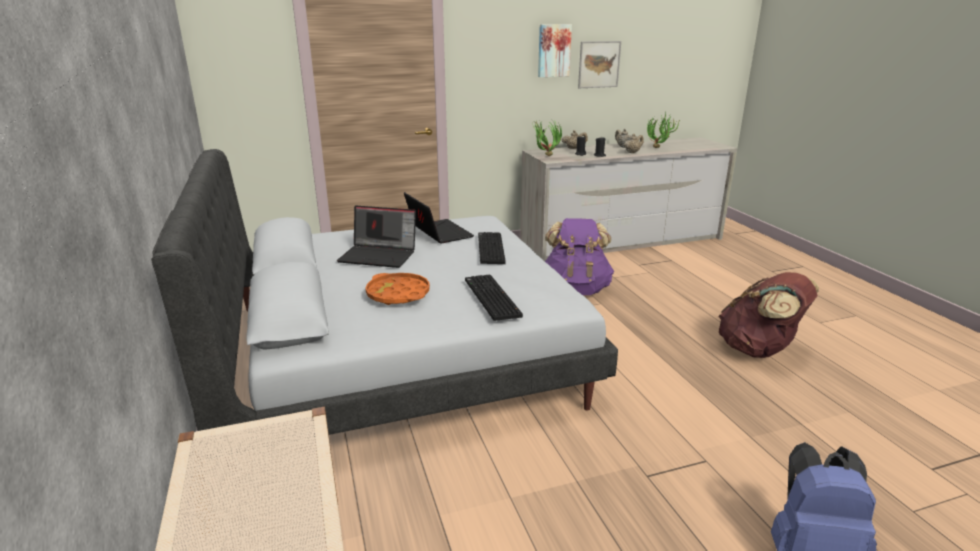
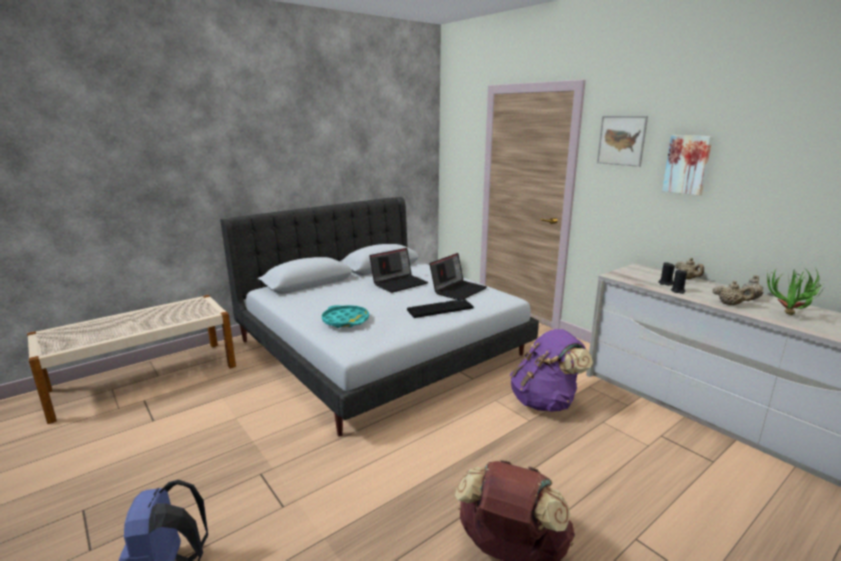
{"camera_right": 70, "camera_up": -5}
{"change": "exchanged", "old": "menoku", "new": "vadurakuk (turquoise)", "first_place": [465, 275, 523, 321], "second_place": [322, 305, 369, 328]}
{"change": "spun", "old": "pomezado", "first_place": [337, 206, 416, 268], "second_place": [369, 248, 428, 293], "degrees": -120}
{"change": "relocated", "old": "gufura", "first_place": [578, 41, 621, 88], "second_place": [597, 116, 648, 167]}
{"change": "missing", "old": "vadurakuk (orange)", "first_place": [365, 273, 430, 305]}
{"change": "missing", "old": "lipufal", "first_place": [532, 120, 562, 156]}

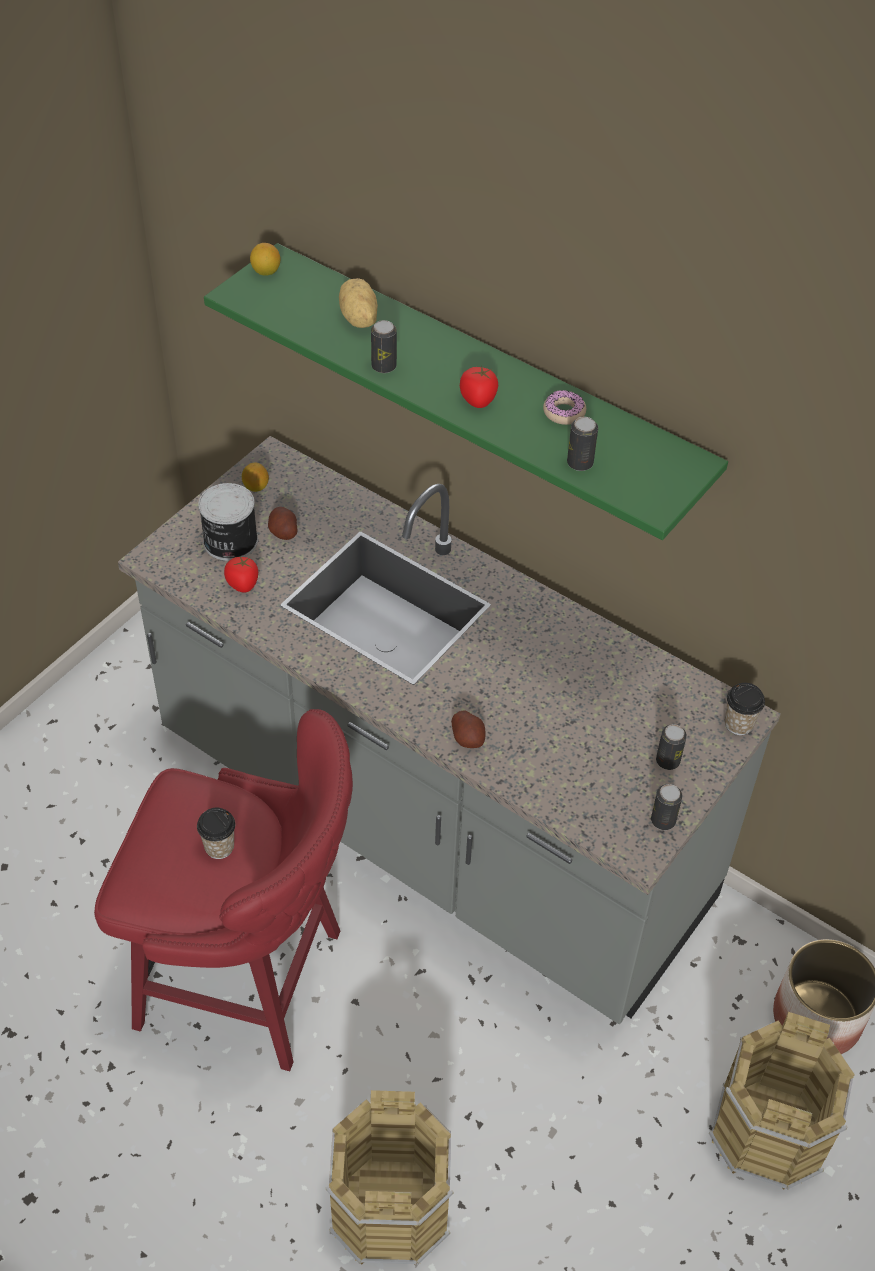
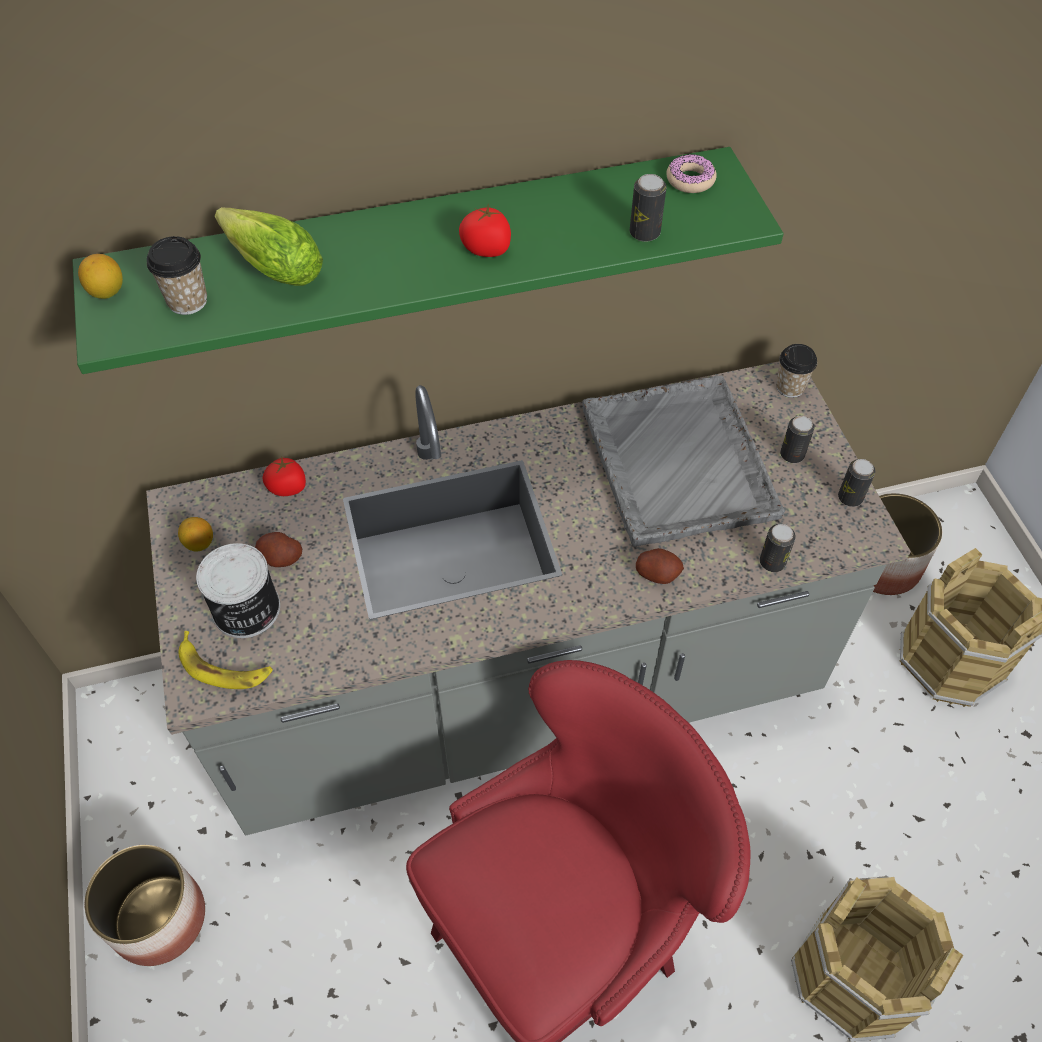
{"camera_right": -50, "camera_up": 5}
{"change": "appeared", "new": "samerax", "second_place": [84, 845, 205, 966]}
{"change": "relocated", "old": "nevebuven", "first_place": [197, 808, 235, 859], "second_place": [147, 236, 207, 315]}
{"change": "appeared", "new": "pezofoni", "second_place": [178, 631, 273, 689]}
{"change": "exchanged", "old": "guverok", "new": "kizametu", "first_place": [339, 278, 378, 328], "second_place": [215, 207, 323, 286]}
{"change": "relocated", "old": "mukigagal", "first_place": [224, 556, 258, 593], "second_place": [262, 456, 306, 496]}
{"change": "appeared", "new": "vadurakuk (grey)", "second_place": [583, 375, 785, 547]}
{"change": "relocated", "old": "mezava", "first_place": [543, 390, 586, 425], "second_place": [666, 154, 717, 193]}
{"change": "relocated", "old": "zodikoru", "first_place": [371, 320, 397, 373], "second_place": [760, 524, 796, 572]}

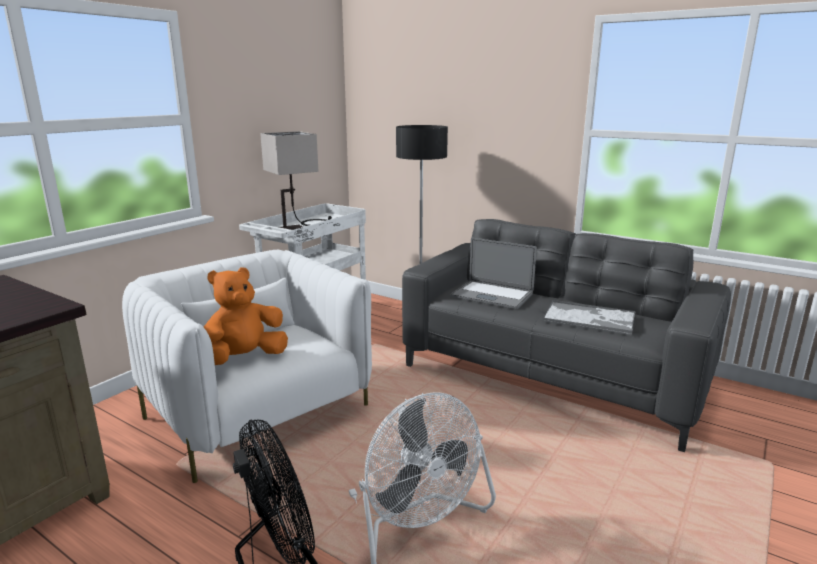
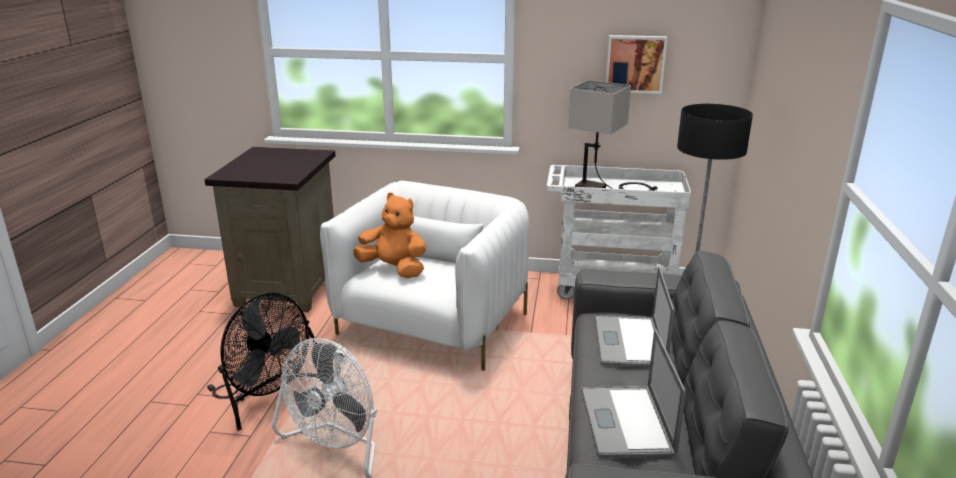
{"camera_right": 65, "camera_up": 5}
{"change": "exchanged", "old": "vadurakuk", "new": "pomezado", "first_place": [543, 300, 636, 336], "second_place": [581, 329, 686, 458]}
{"change": "appeared", "new": "gufura", "second_place": [606, 35, 667, 94]}

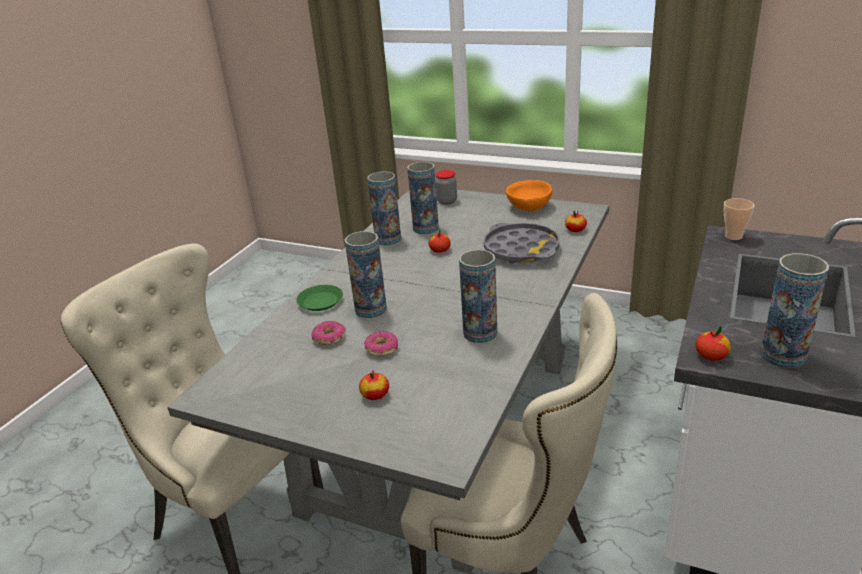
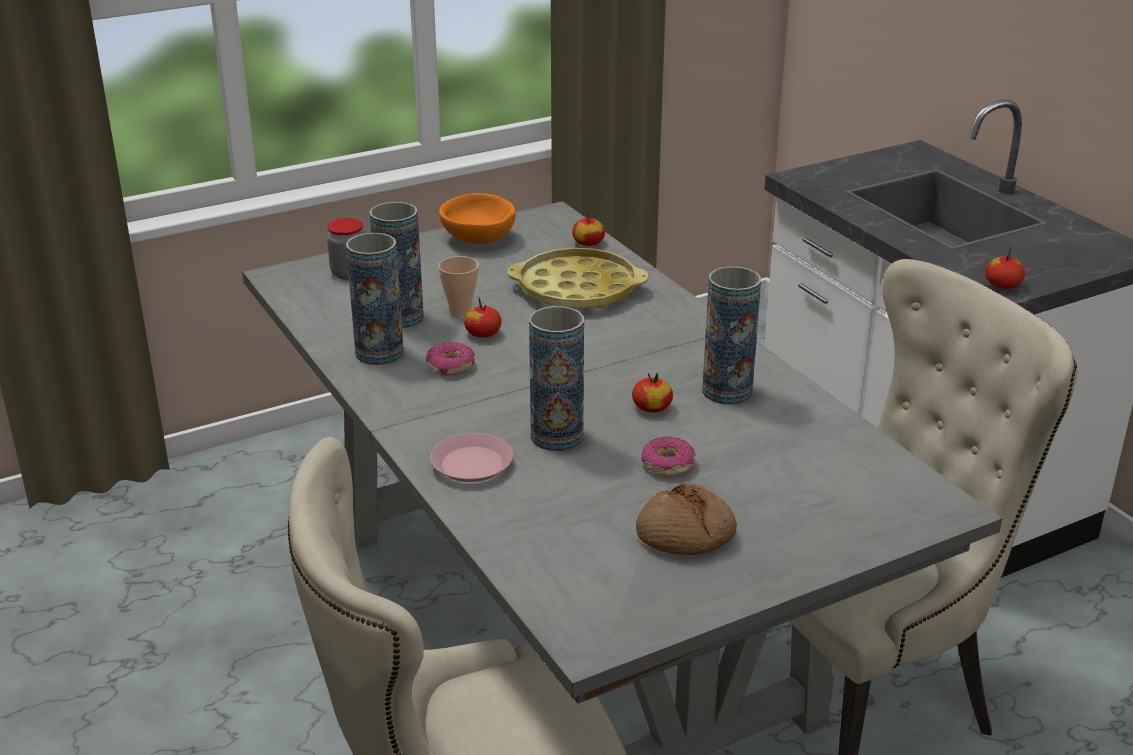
{"camera_right": -55, "camera_up": 0}
{"change": "relocated", "old": "mezava", "first_place": [311, 321, 346, 345], "second_place": [426, 342, 475, 376]}
{"change": "colour", "old": "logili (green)", "new": "logili (pink)", "first_place": [296, 285, 343, 311], "second_place": [430, 433, 513, 482]}
{"change": "relocated", "old": "nevebuven", "first_place": [724, 198, 755, 240], "second_place": [438, 256, 479, 317]}
{"change": "colour", "old": "vadurakuk (grey)", "new": "vadurakuk (yellow)", "first_place": [484, 223, 560, 263], "second_place": [508, 248, 648, 310]}
{"change": "relocated", "old": "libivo", "first_place": [359, 370, 389, 400], "second_place": [632, 373, 673, 413]}
{"change": "appeared", "new": "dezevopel", "second_place": [636, 483, 737, 555]}
{"change": "missing", "old": "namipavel", "first_place": [761, 253, 829, 368]}

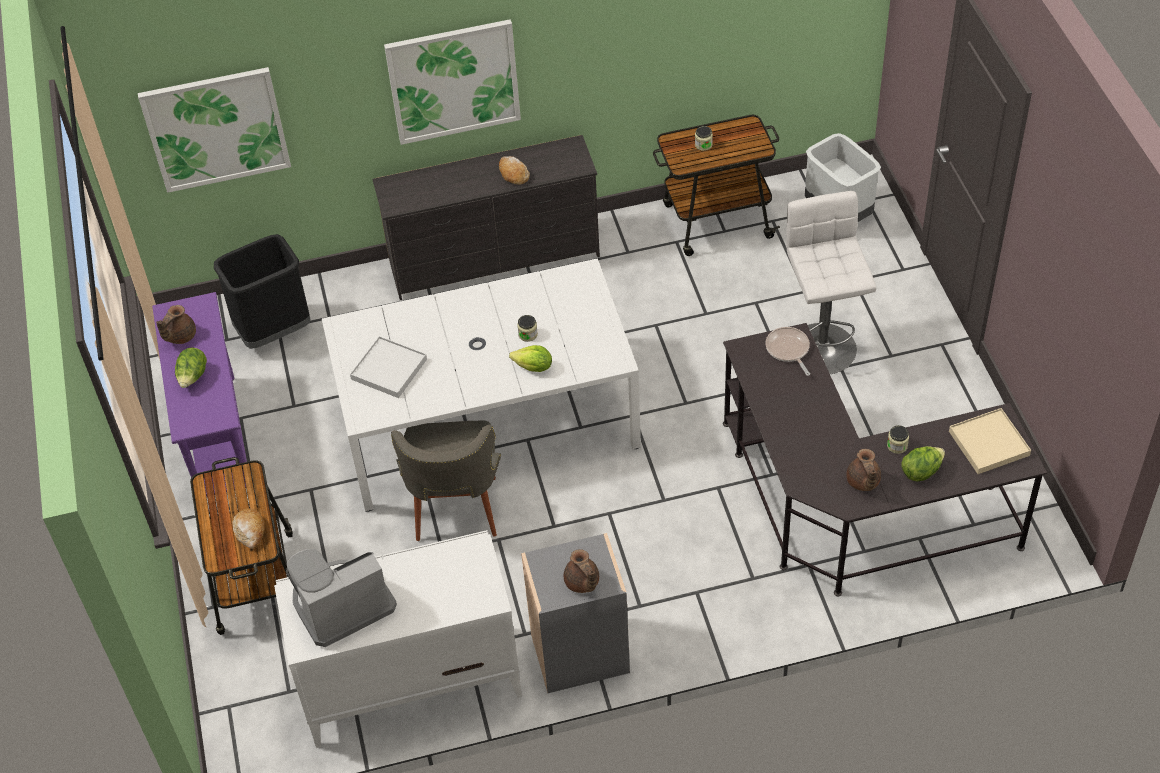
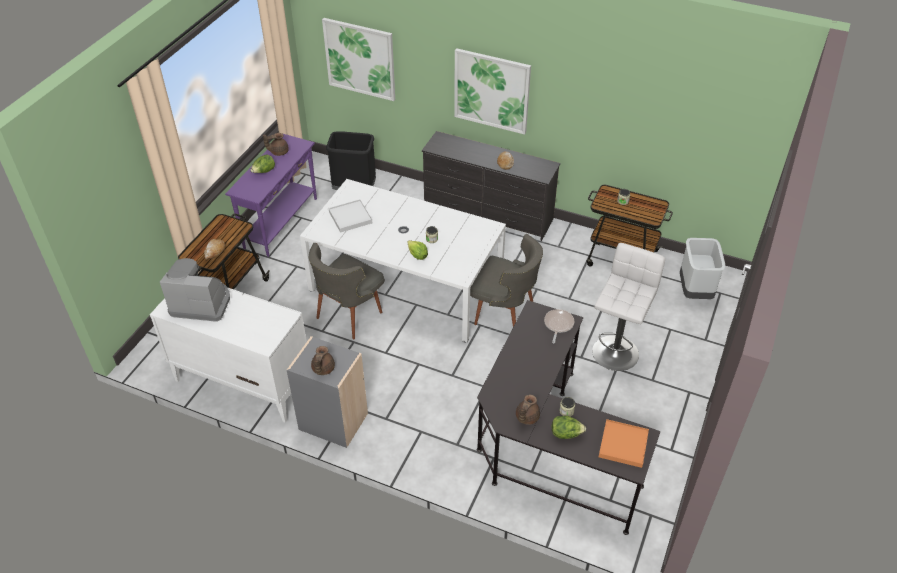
{"camera_right": 35, "camera_up": -5}
{"change": "appeared", "new": "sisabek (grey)", "second_place": [470, 234, 543, 327]}
{"change": "colour", "old": "vadurakuk (beige)", "new": "vadurakuk (orange)", "first_place": [949, 408, 1031, 474], "second_place": [599, 419, 649, 468]}

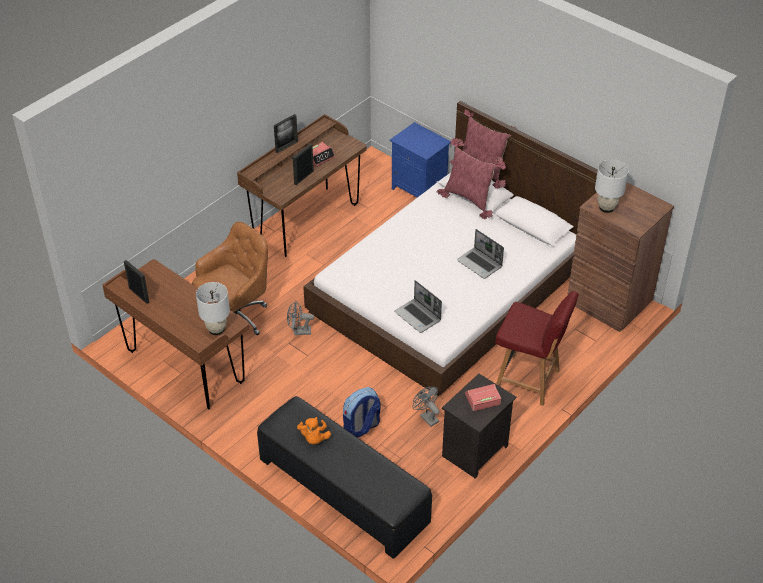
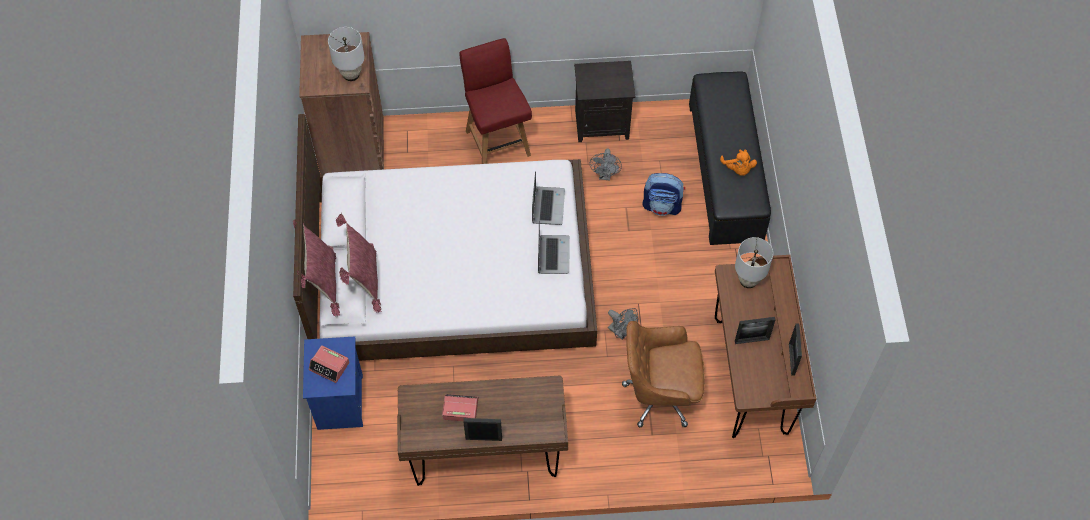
{"camera_right": -135, "camera_up": 15}
{"change": "relocated", "old": "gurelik", "first_place": [465, 384, 501, 411], "second_place": [309, 345, 349, 383]}
{"change": "relocated", "old": "pomezado", "first_place": [457, 229, 504, 279], "second_place": [538, 220, 570, 274]}
{"change": "spun", "old": "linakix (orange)", "first_place": [297, 417, 331, 444], "second_place": [720, 150, 757, 176], "degrees": 120}
{"change": "relocated", "old": "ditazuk", "first_place": [293, 144, 314, 185], "second_place": [735, 317, 775, 344]}

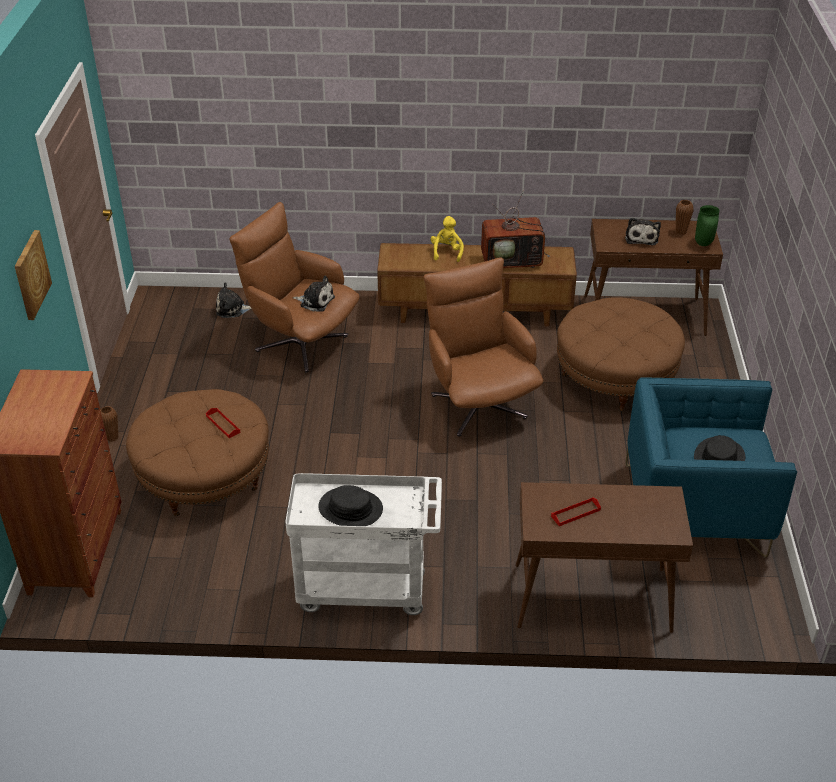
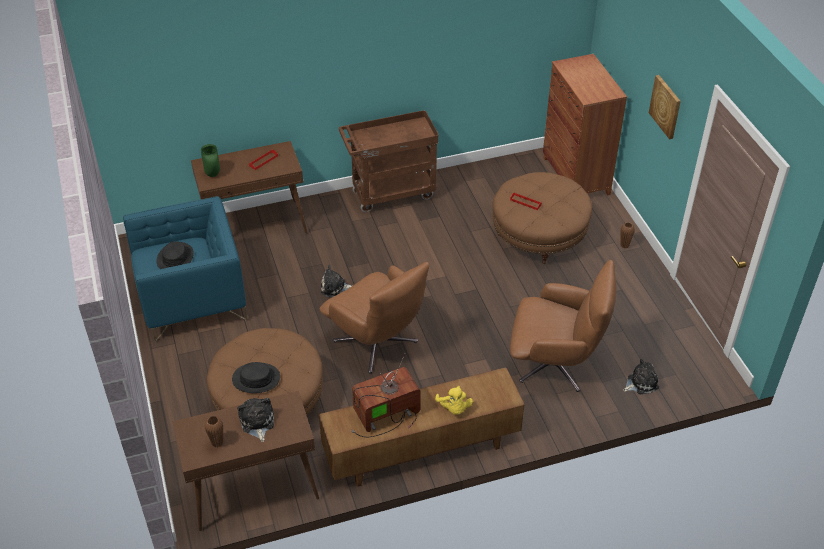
{"camera_right": 160, "camera_up": 5}
{"change": "relocated", "old": "namipavel (green)", "first_place": [695, 205, 720, 246], "second_place": [201, 144, 220, 177]}
{"change": "relocated", "old": "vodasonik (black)", "first_place": [318, 485, 383, 526], "second_place": [232, 362, 280, 393]}
{"change": "relocated", "old": "linakix", "first_place": [293, 276, 335, 312], "second_place": [321, 265, 353, 297]}
{"change": "colour", "old": "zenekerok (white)", "new": "zenekerok (brown)", "first_place": [286, 473, 442, 615], "second_place": [339, 111, 438, 212]}

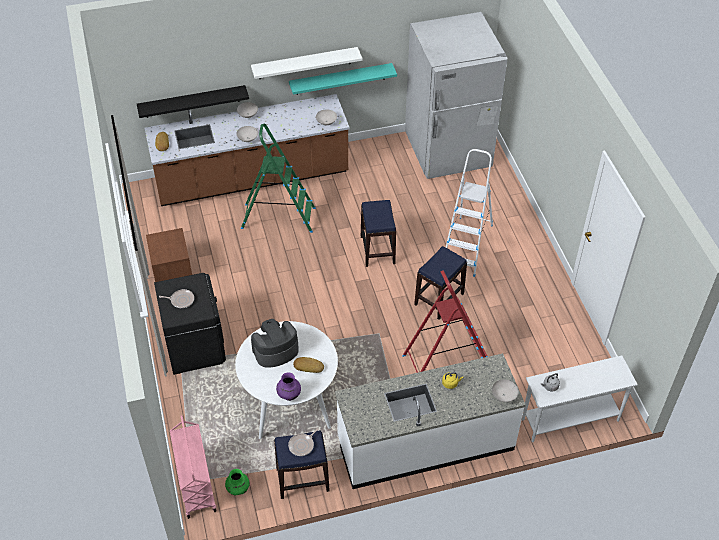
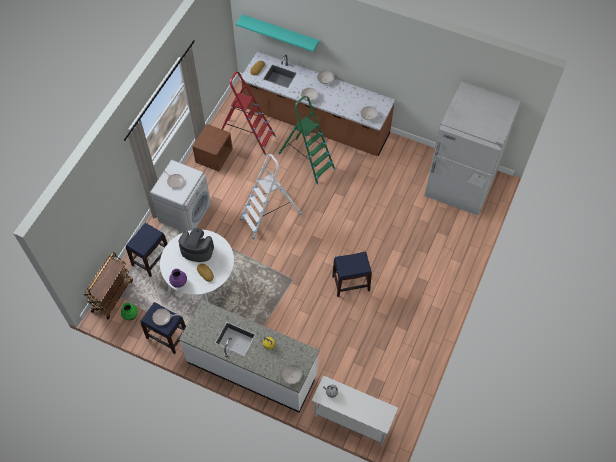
{"camera_right": 40, "camera_up": 10}
{"change": "colour", "old": "zenekerok (pink)", "new": "zenekerok (brown)", "first_place": [170, 415, 217, 519], "second_place": [84, 252, 133, 319]}
{"change": "relocated", "old": "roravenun", "first_place": [361, 200, 396, 267], "second_place": [126, 223, 168, 277]}
{"change": "colour", "old": "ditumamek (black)", "new": "ditumamek (white)", "first_place": [154, 273, 226, 375], "second_place": [150, 160, 211, 232]}
{"change": "relocated", "old": "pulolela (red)", "first_place": [402, 270, 488, 373], "second_place": [221, 72, 276, 155]}
{"change": "relocated", "old": "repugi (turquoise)", "first_place": [289, 63, 397, 95], "second_place": [236, 14, 319, 52]}
{"change": "relocated", "old": "pulolela (white)", "first_place": [446, 149, 493, 277], "second_place": [240, 154, 302, 239]}
{"change": "missing", "old": "repugi (black)", "first_place": [137, 85, 249, 118]}
{"change": "missing", "old": "repugi (white)", "first_place": [251, 47, 362, 79]}

